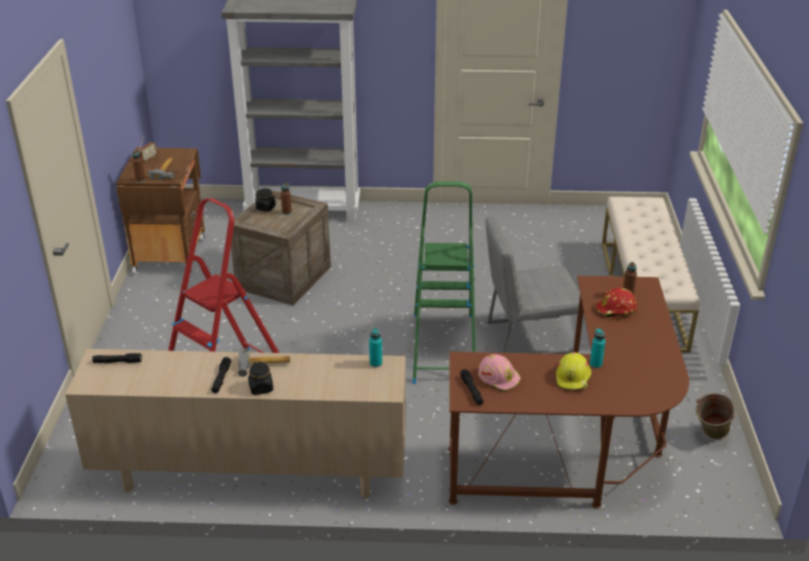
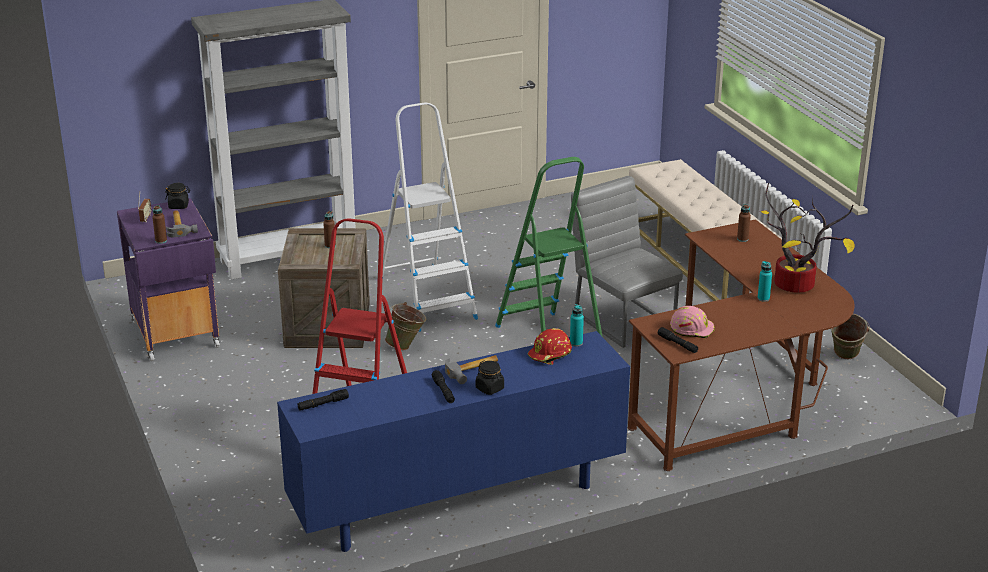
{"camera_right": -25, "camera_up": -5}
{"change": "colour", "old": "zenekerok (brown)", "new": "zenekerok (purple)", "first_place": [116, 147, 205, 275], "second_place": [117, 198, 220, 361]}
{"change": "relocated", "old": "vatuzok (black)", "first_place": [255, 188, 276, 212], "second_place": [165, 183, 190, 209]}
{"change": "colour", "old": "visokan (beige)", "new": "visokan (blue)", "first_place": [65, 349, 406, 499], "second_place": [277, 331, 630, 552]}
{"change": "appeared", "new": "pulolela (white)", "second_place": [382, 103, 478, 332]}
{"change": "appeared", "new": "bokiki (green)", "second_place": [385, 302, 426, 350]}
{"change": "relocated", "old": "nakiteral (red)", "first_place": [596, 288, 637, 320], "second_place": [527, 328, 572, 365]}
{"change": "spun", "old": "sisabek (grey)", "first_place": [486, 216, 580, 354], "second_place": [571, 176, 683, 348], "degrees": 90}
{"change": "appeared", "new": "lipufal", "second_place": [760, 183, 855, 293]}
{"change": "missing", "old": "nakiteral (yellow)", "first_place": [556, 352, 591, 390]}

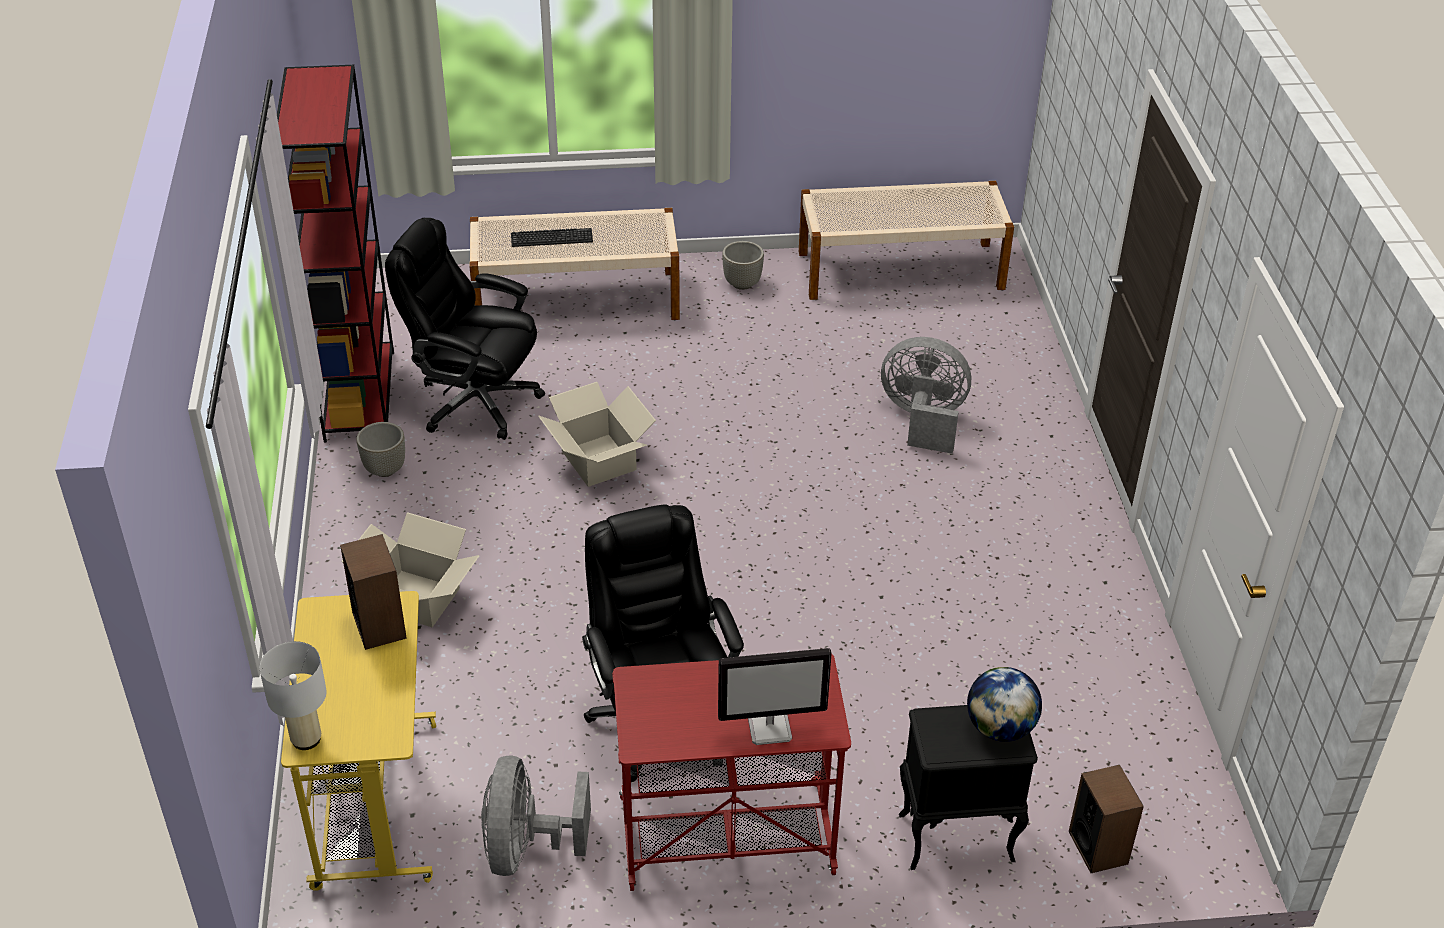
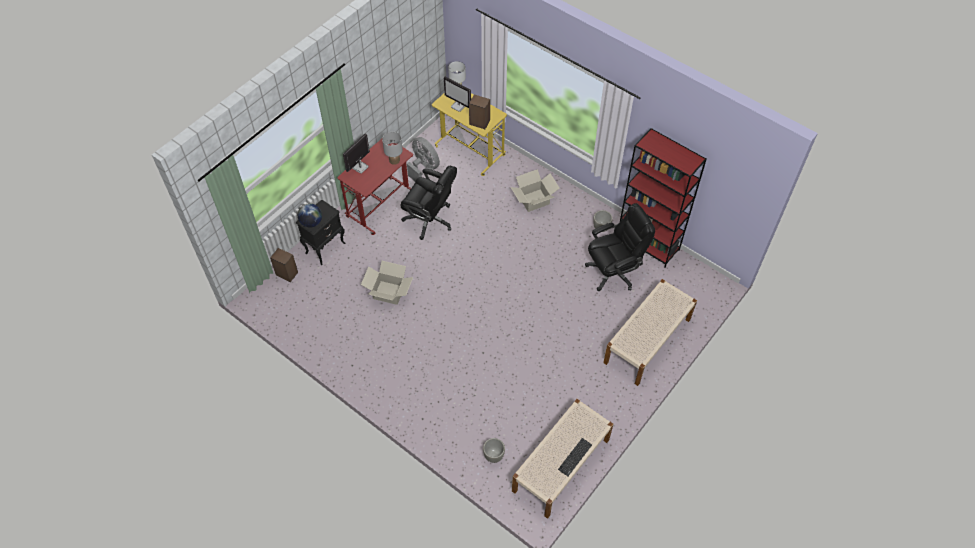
{"camera_right": 135, "camera_up": 15}
{"change": "relocated", "old": "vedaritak", "first_place": [538, 382, 656, 487], "second_place": [361, 261, 413, 305]}
{"change": "appeared", "new": "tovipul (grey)", "second_place": [382, 132, 403, 165]}
{"change": "appeared", "new": "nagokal", "second_place": [444, 76, 471, 112]}
{"change": "relocated", "old": "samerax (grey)", "first_place": [722, 241, 764, 290], "second_place": [483, 438, 505, 463]}
{"change": "relocated", "old": "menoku", "first_place": [511, 228, 593, 247], "second_place": [558, 438, 592, 476]}
{"change": "missing", "old": "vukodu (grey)", "first_place": [881, 337, 971, 454]}

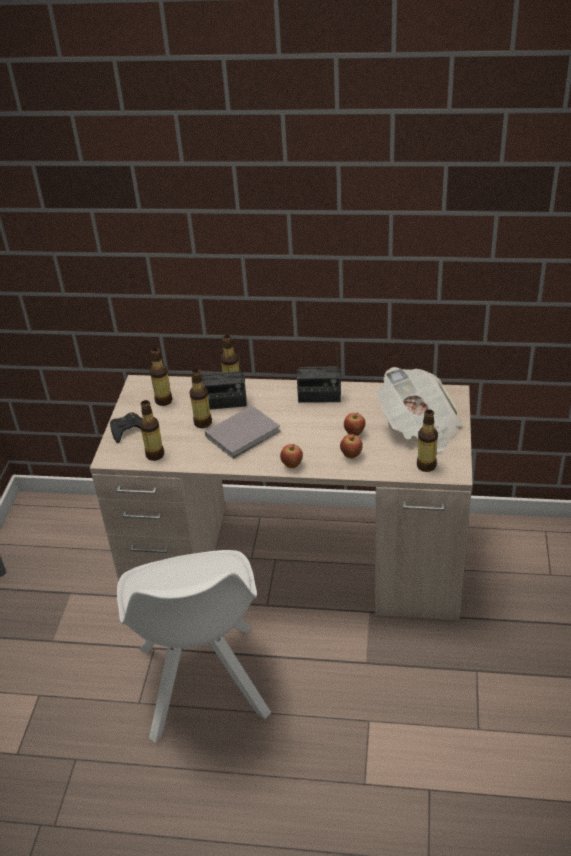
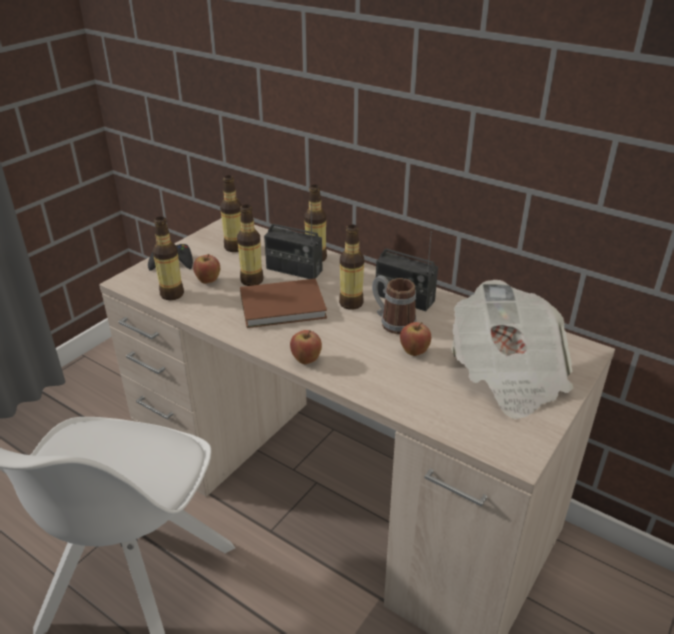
{"camera_right": 25, "camera_up": -5}
{"change": "relocated", "old": "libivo", "first_place": [340, 434, 363, 459], "second_place": [193, 254, 220, 284]}
{"change": "colour", "old": "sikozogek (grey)", "new": "sikozogek (brown)", "first_place": [205, 405, 280, 459], "second_place": [240, 279, 327, 328]}
{"change": "relocated", "old": "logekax", "first_place": [417, 409, 438, 472], "second_place": [339, 225, 364, 310]}
{"change": "appeared", "new": "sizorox", "second_place": [372, 275, 416, 334]}

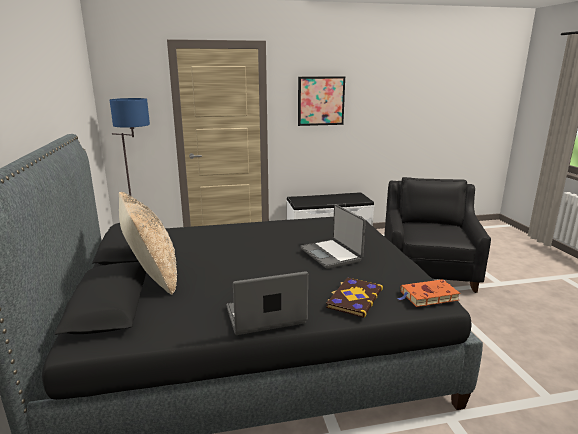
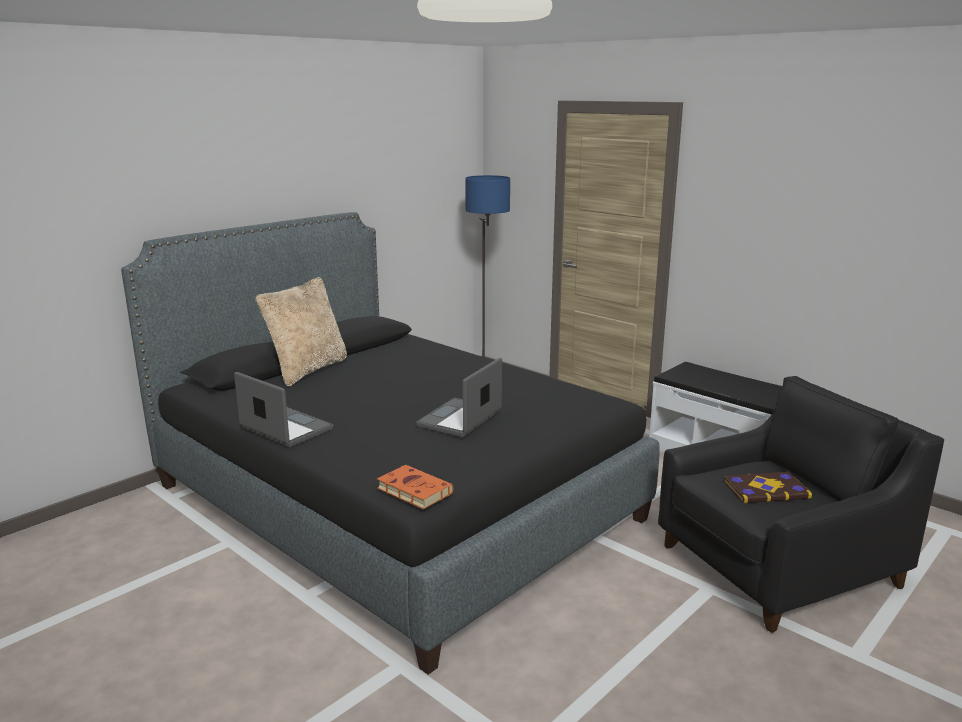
{"camera_right": 55, "camera_up": 0}
{"change": "relocated", "old": "sikozogek", "first_place": [326, 277, 383, 318], "second_place": [723, 472, 812, 503]}
{"change": "missing", "old": "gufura", "first_place": [298, 76, 345, 126]}

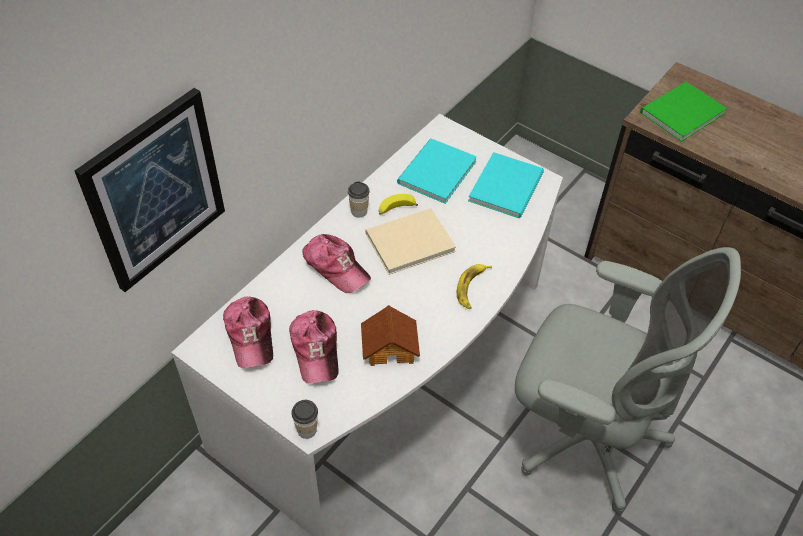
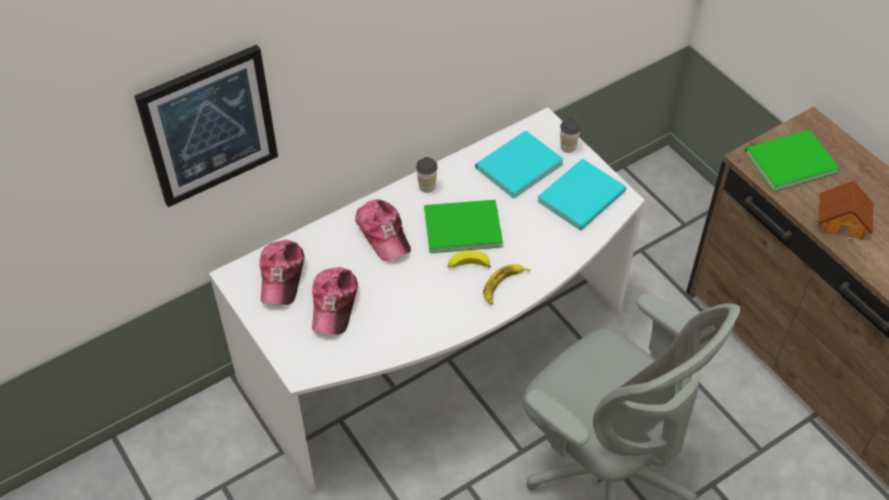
{"camera_right": 20, "camera_up": 0}
{"change": "colour", "old": "sikozogek (beige)", "new": "sikozogek (green)", "first_place": [365, 208, 456, 275], "second_place": [424, 200, 503, 253]}
{"change": "relocated", "old": "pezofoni", "first_place": [379, 194, 418, 214], "second_place": [447, 251, 491, 268]}
{"change": "relocated", "old": "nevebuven", "first_place": [291, 400, 318, 439], "second_place": [560, 118, 581, 153]}
{"change": "relocated", "old": "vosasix", "first_place": [361, 305, 420, 366], "second_place": [818, 180, 873, 240]}

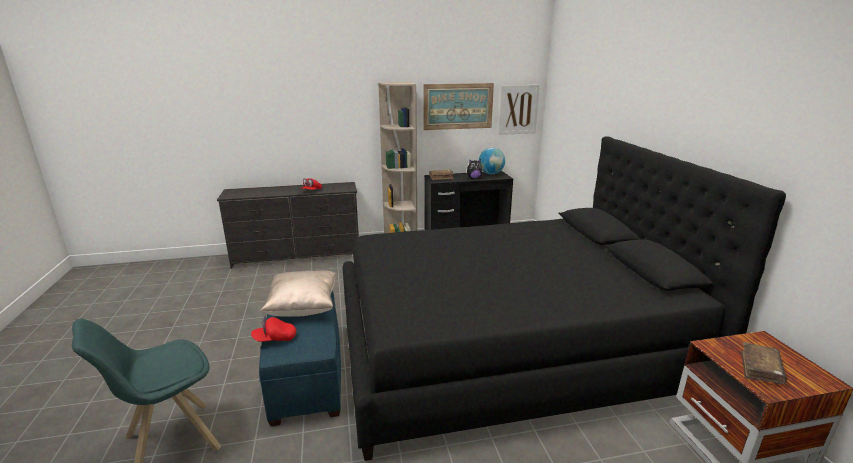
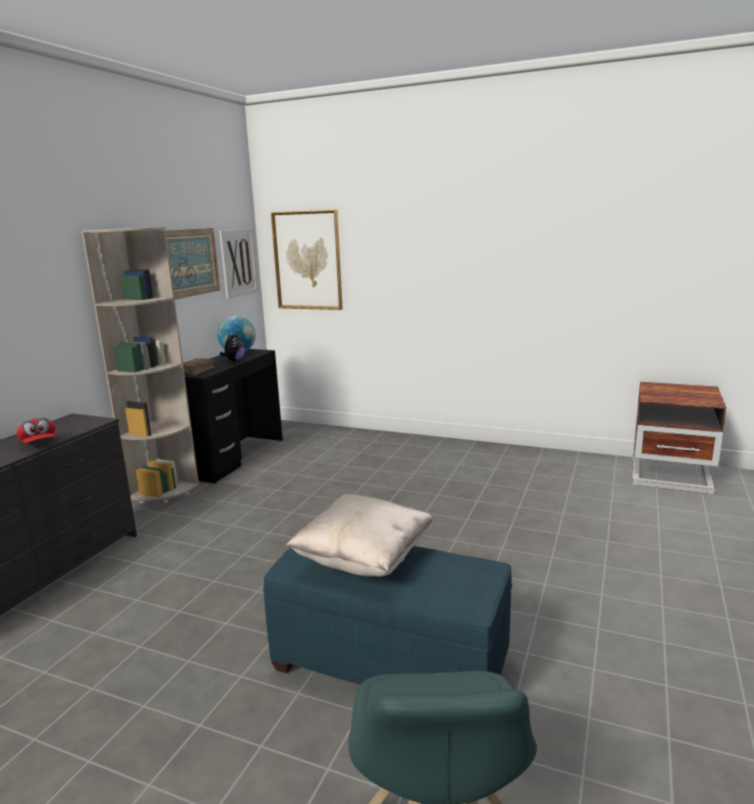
{"camera_right": -55, "camera_up": -5}
{"change": "appeared", "new": "gufura", "second_place": [271, 210, 343, 310]}
{"change": "missing", "old": "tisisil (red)", "first_place": [251, 316, 296, 342]}
{"change": "missing", "old": "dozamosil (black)", "first_place": [342, 136, 786, 461]}
{"change": "missing", "old": "sikozogek (brown)", "first_place": [741, 342, 787, 384]}

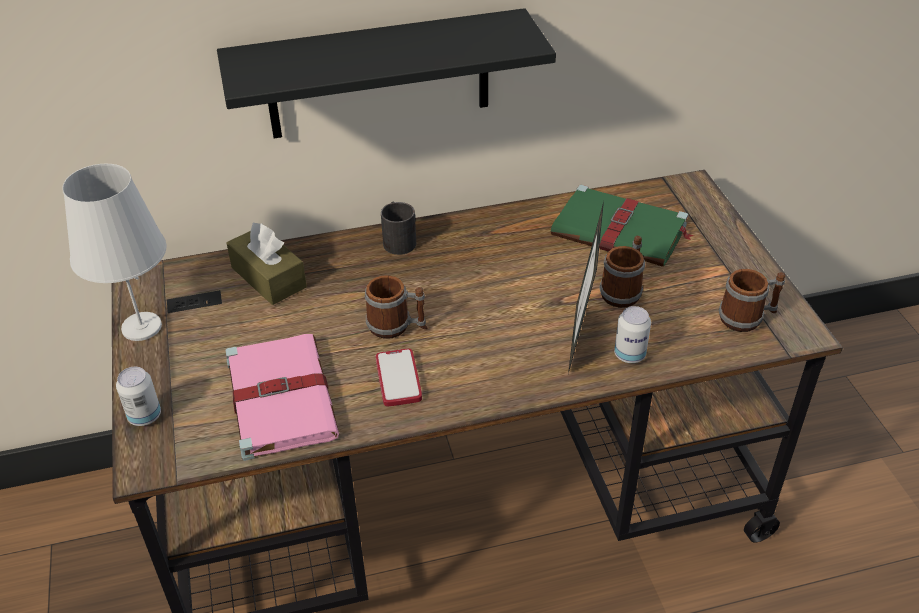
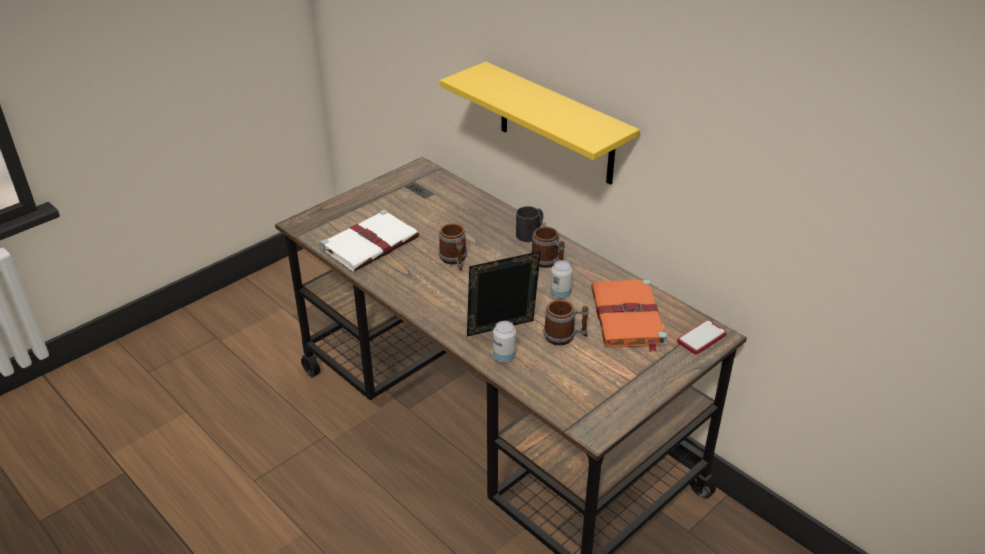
{"camera_right": 60, "camera_up": -5}
{"change": "colour", "old": "sikozogek (pink)", "new": "sikozogek (white)", "first_place": [225, 334, 339, 461], "second_place": [320, 210, 419, 271]}
{"change": "colour", "old": "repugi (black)", "new": "repugi (yellow)", "first_place": [217, 8, 556, 138], "second_place": [440, 62, 640, 185]}
{"change": "relocated", "old": "sizorox", "first_place": [719, 269, 785, 332], "second_place": [531, 227, 565, 268]}
{"change": "relocated", "old": "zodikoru", "first_place": [116, 367, 161, 426], "second_place": [550, 260, 573, 299]}
{"change": "colour", "old": "sikozogek (green)", "new": "sikozogek (orange)", "first_place": [551, 185, 694, 267], "second_place": [591, 279, 667, 352]}
{"change": "relocated", "old": "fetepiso", "first_place": [376, 349, 422, 406], "second_place": [677, 320, 727, 354]}
{"change": "missing", "old": "tovipul (white)", "first_place": [62, 164, 167, 341]}
{"change": "missing", "old": "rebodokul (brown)", "first_place": [226, 223, 307, 305]}

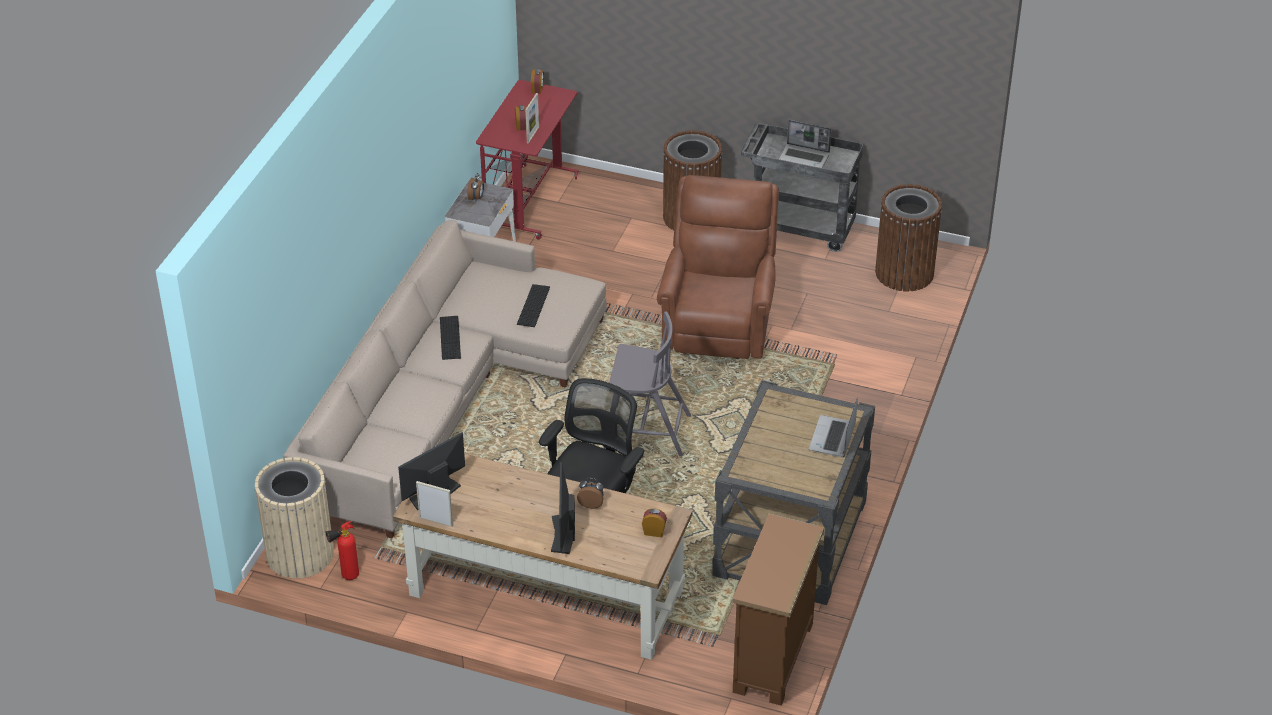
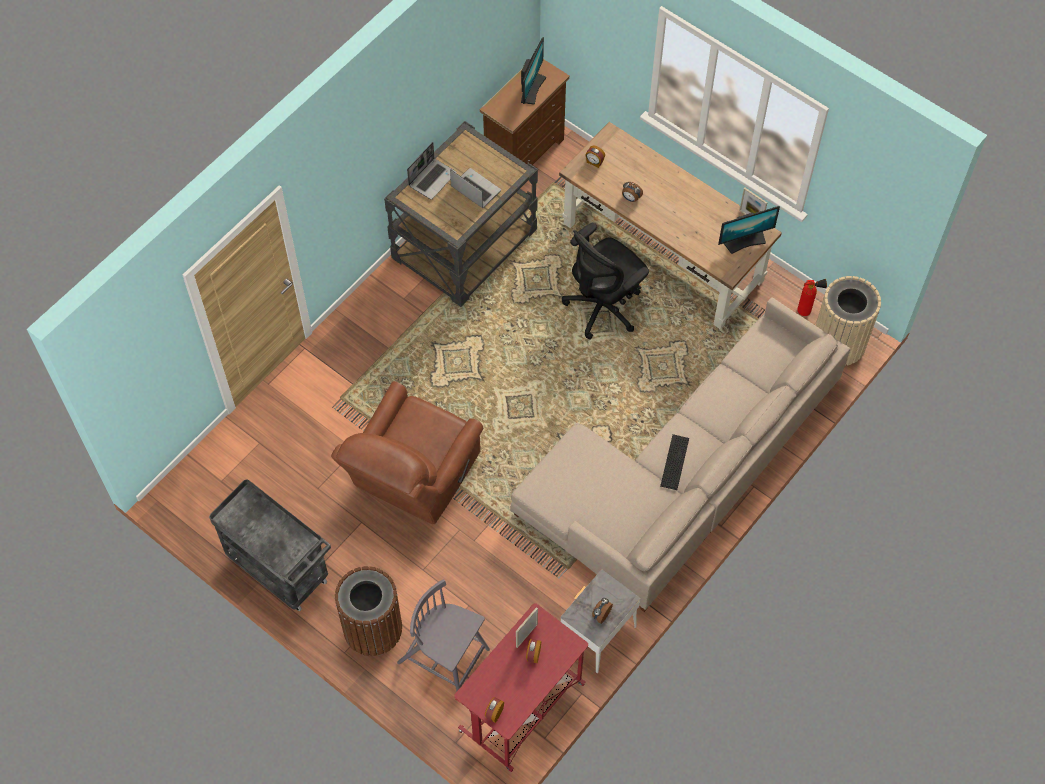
{"camera_right": -160, "camera_up": 20}
{"change": "relocated", "old": "sisabek (grey)", "first_place": [604, 311, 691, 456], "second_place": [397, 579, 490, 691]}
{"change": "relocated", "old": "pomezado", "first_place": [779, 120, 831, 168], "second_place": [450, 168, 501, 208]}
{"change": "relocated", "old": "nagokal", "first_place": [551, 462, 575, 554], "second_place": [521, 37, 546, 105]}
{"change": "missing", "old": "menoku", "first_place": [517, 284, 550, 327]}
{"change": "missing", "old": "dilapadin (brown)", "first_place": [875, 184, 942, 292]}

